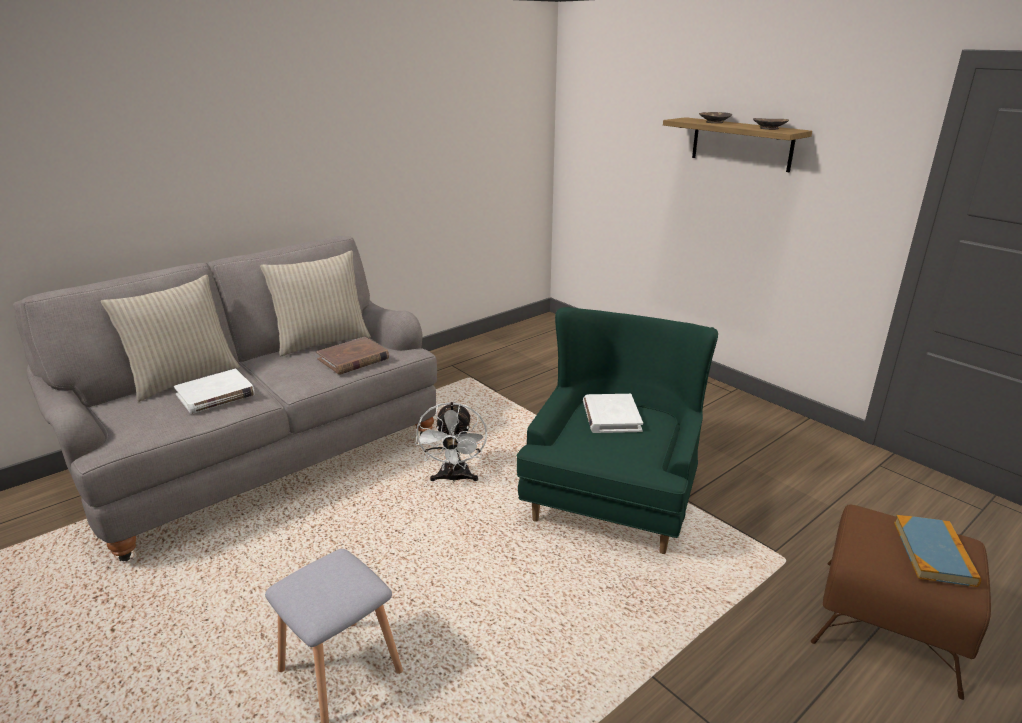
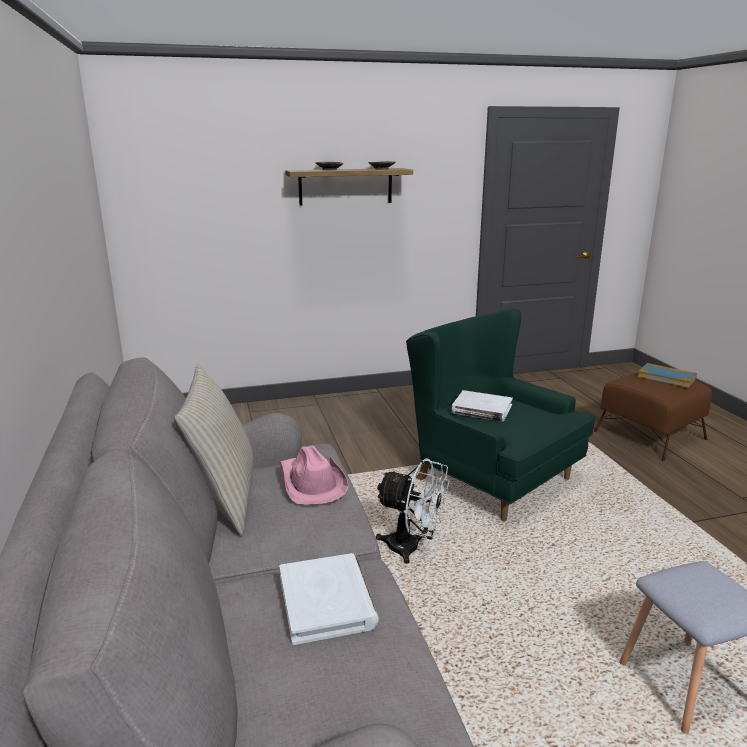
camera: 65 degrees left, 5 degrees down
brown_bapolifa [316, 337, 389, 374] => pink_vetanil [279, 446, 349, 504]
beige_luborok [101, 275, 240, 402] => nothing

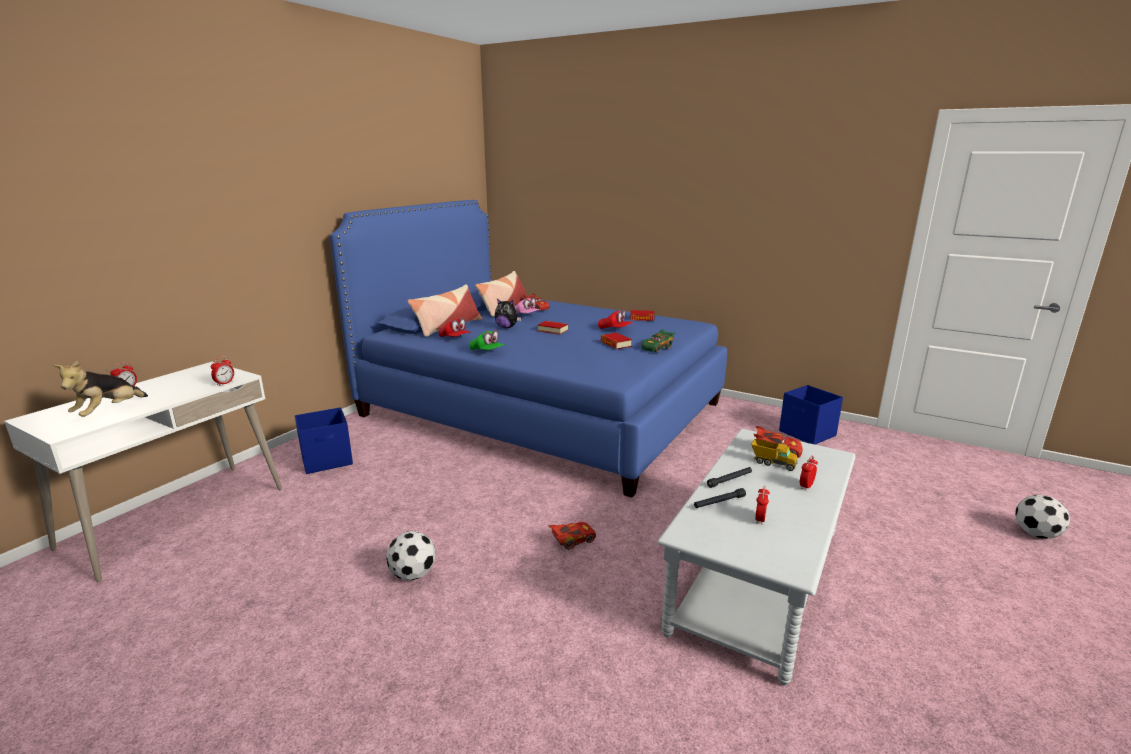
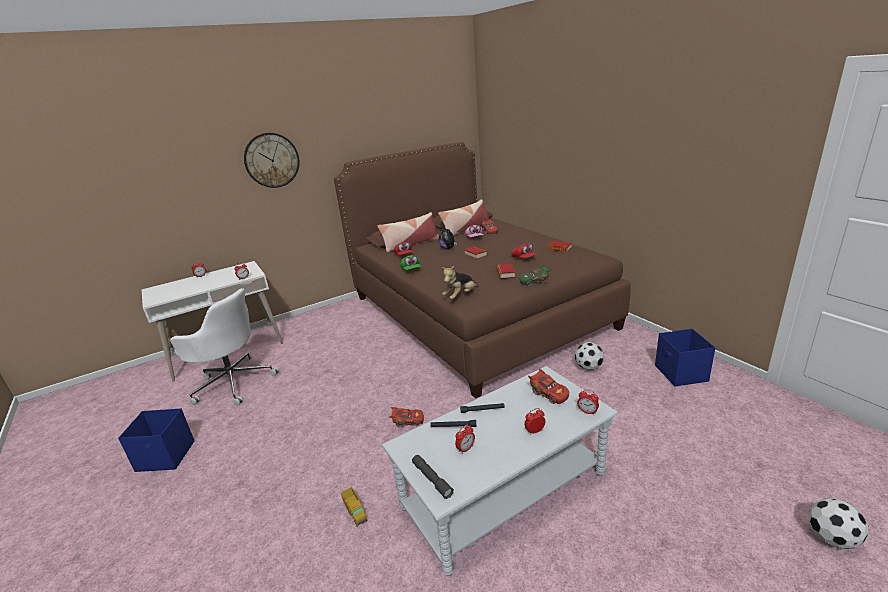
camera: 30 degrees right, 5 degrees up
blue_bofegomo [295, 407, 353, 474] => blue_bofegomo [118, 408, 194, 472], moved
nothing => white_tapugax [170, 288, 279, 406]
nothing => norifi [244, 133, 300, 188]
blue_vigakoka [330, 200, 727, 497] => brown_vigakoka [334, 142, 631, 399]
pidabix [751, 439, 797, 471] => pidabix [341, 487, 368, 527], moved
nothing => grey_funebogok [412, 455, 454, 499]
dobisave [53, 361, 148, 417] => dobisave [441, 266, 479, 299], moved
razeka [386, 531, 435, 581] => razeka [575, 342, 604, 370], moved
nothing => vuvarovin [577, 389, 599, 415]

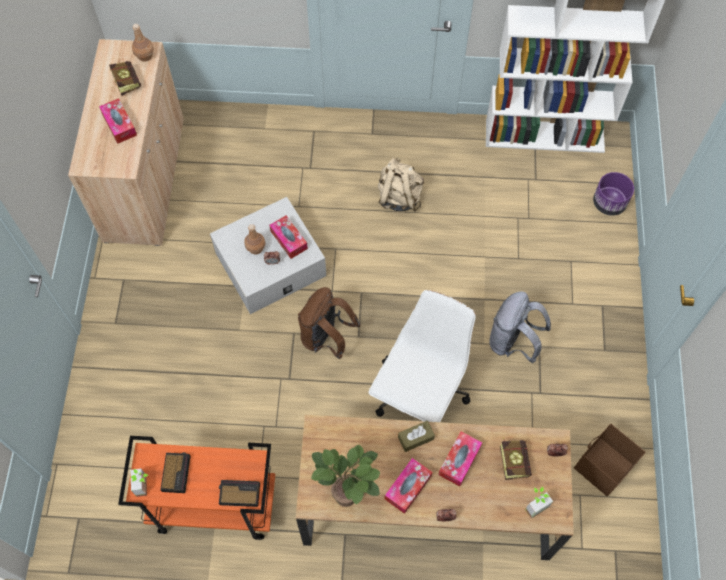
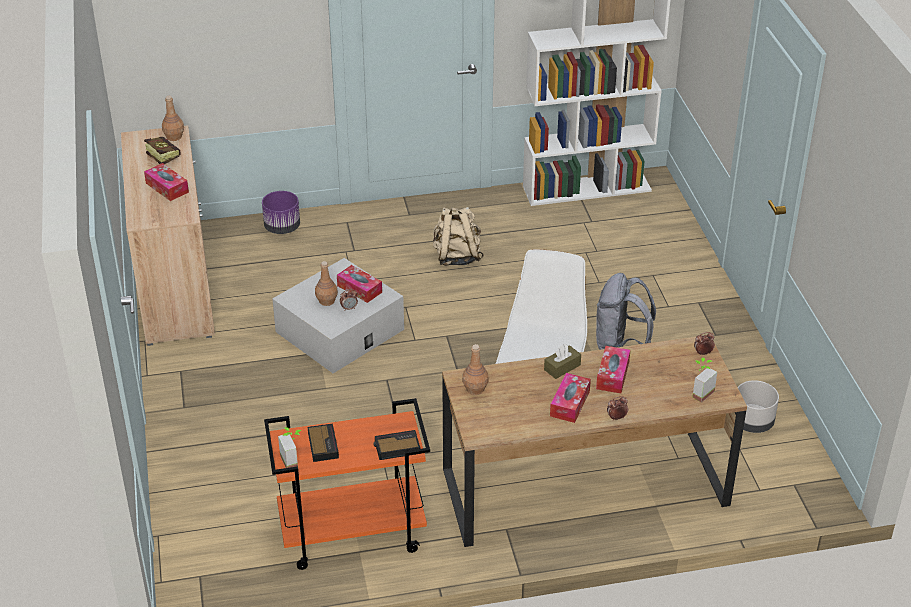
camera: 15 degrees left, 25 degrees down
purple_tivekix [593, 172, 634, 216] => purple_tivekix [262, 191, 300, 234], moved
nothing => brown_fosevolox [462, 344, 489, 395]
brown_bofegomo [574, 423, 646, 496] => grey_tivekix [738, 380, 779, 433]
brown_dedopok [298, 287, 360, 359] => nothing
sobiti [311, 445, 380, 507] => nothing
bapolifa [500, 438, 532, 480] => nothing

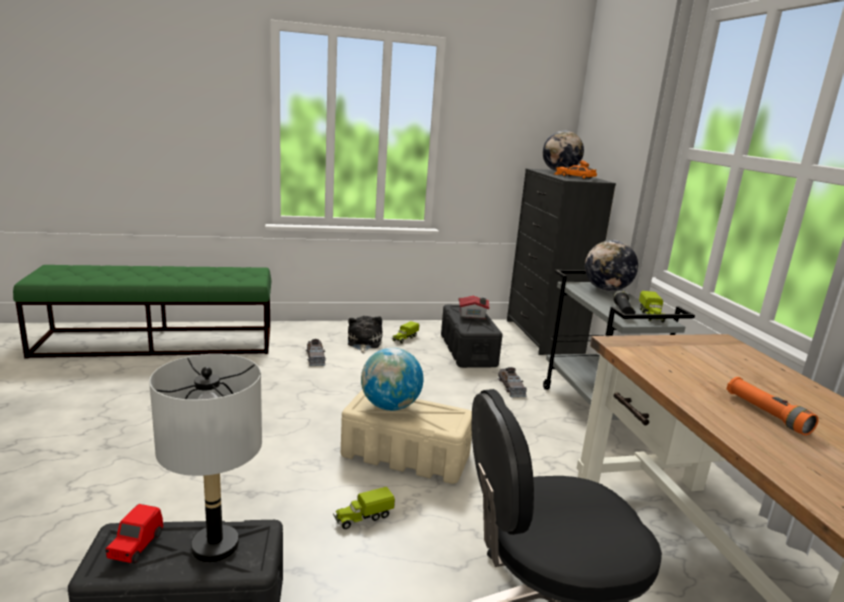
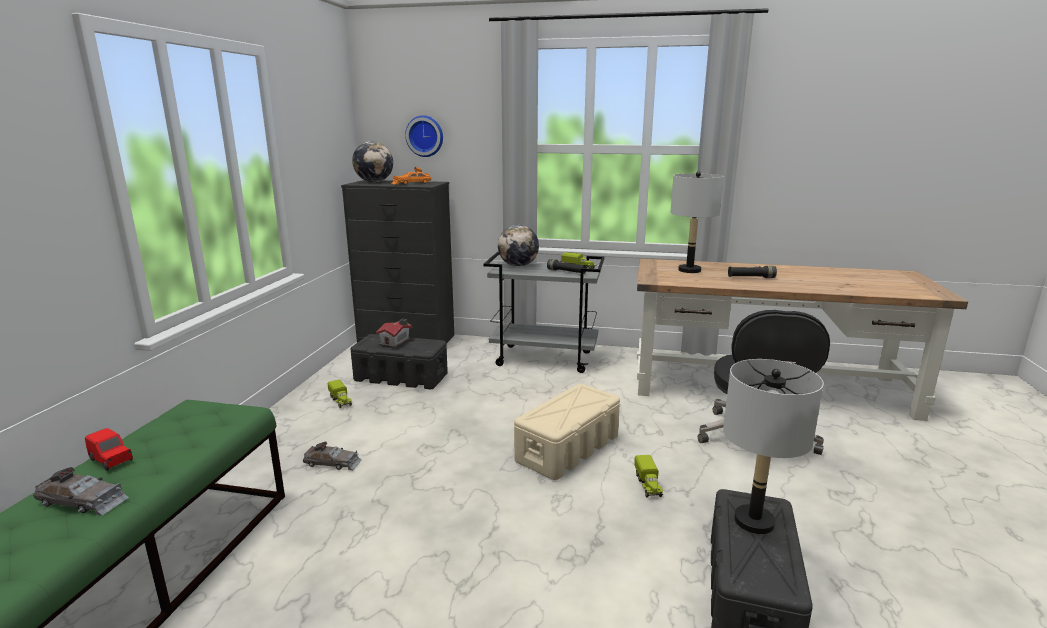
camera: 65 degrees left, 0 degrees up
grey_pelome [498, 367, 527, 397] => grey_pelome [33, 467, 129, 516], moved
red_pelome [105, 504, 163, 564] => red_pelome [85, 428, 133, 471], moved
nothing => norifi [405, 115, 443, 157]
nothing => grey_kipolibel [670, 172, 724, 273]
orange_funebogok [727, 377, 819, 435] => black_funebogok [728, 266, 777, 278]
dobisave [348, 316, 382, 353] => nothing
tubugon [361, 348, 423, 411] => nothing

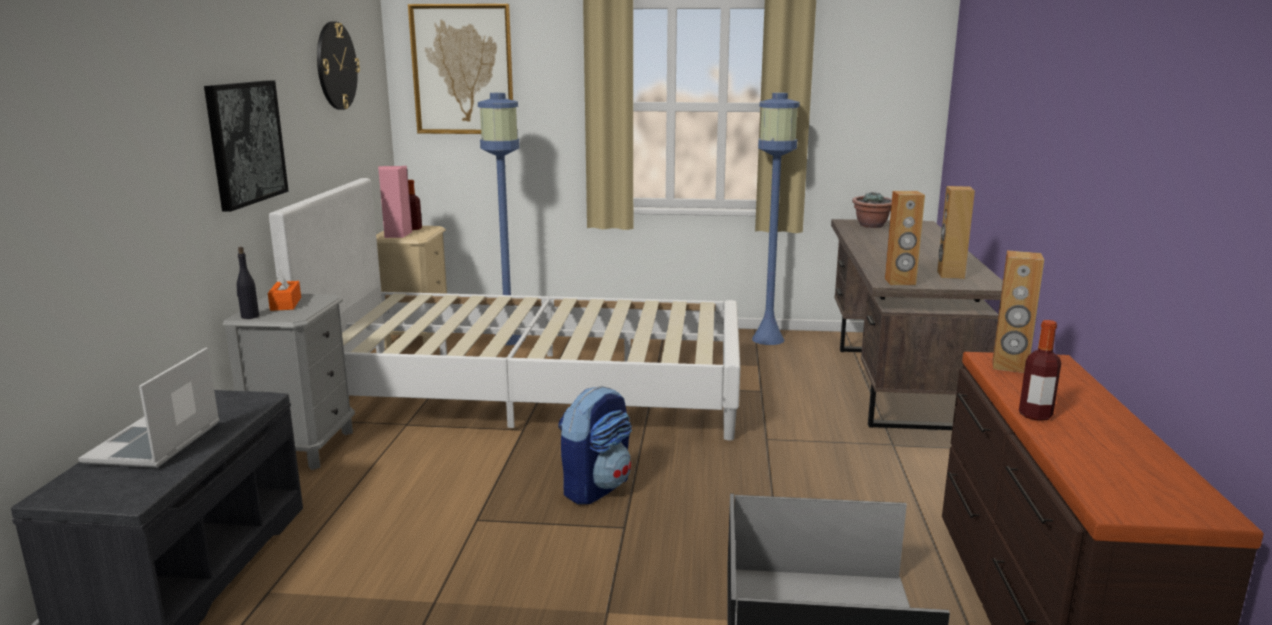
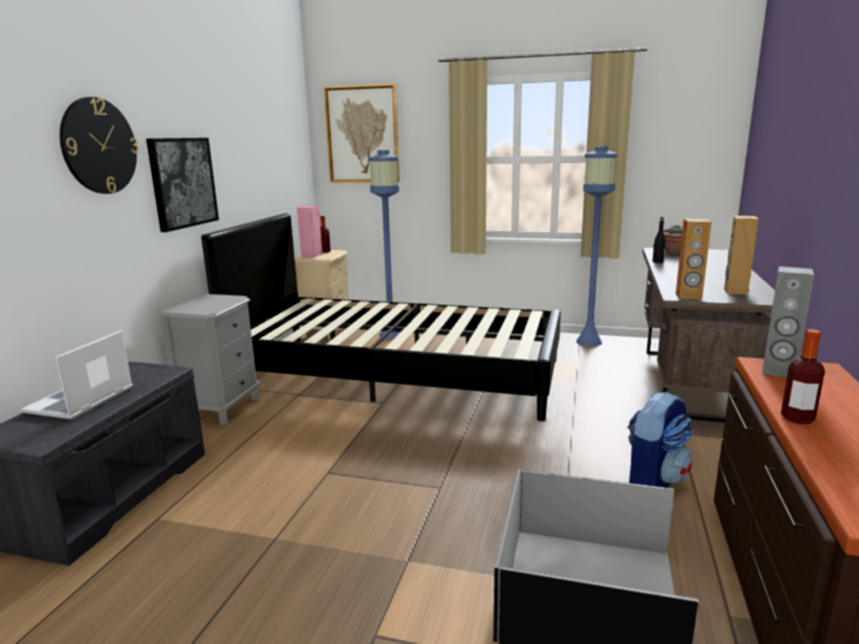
camera: 10 degrees right, 0 degrees up
norifi [317, 21, 360, 110] => norifi [60, 97, 139, 194], moved
white_vigakoka [269, 178, 740, 440] => black_vigakoka [201, 213, 561, 421]
dedopok [558, 385, 632, 505] => dedopok [628, 392, 693, 488], moved
black_fosevolox [237, 247, 259, 319] => black_fosevolox [652, 217, 665, 263], moved
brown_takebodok [993, 250, 1044, 373] => grey_takebodok [762, 266, 814, 377]
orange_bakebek [268, 270, 301, 311] => nothing

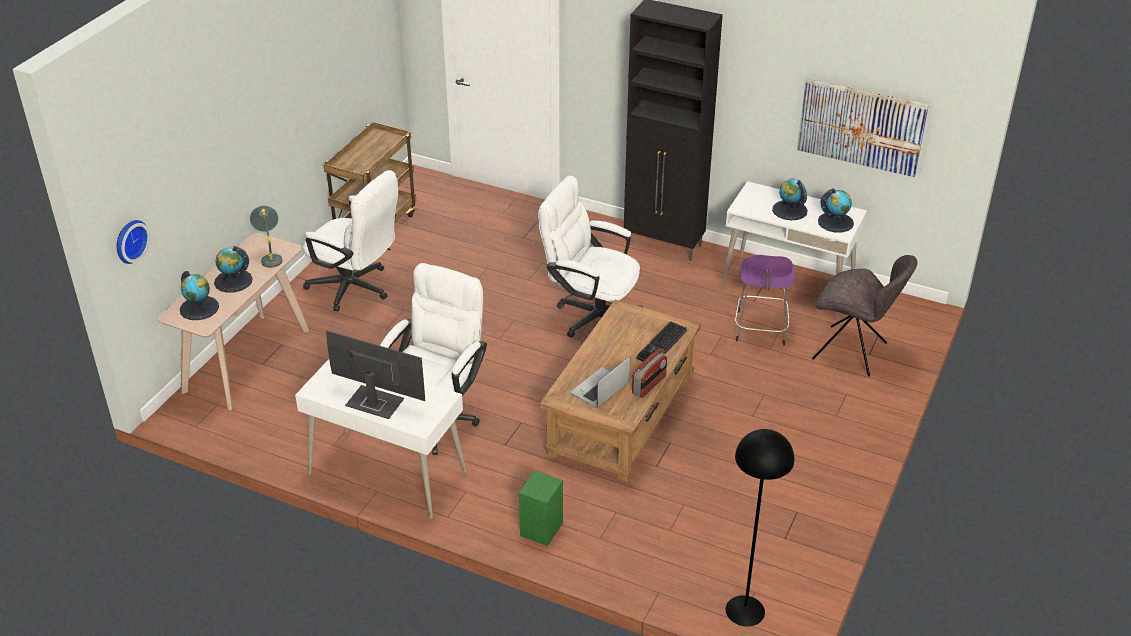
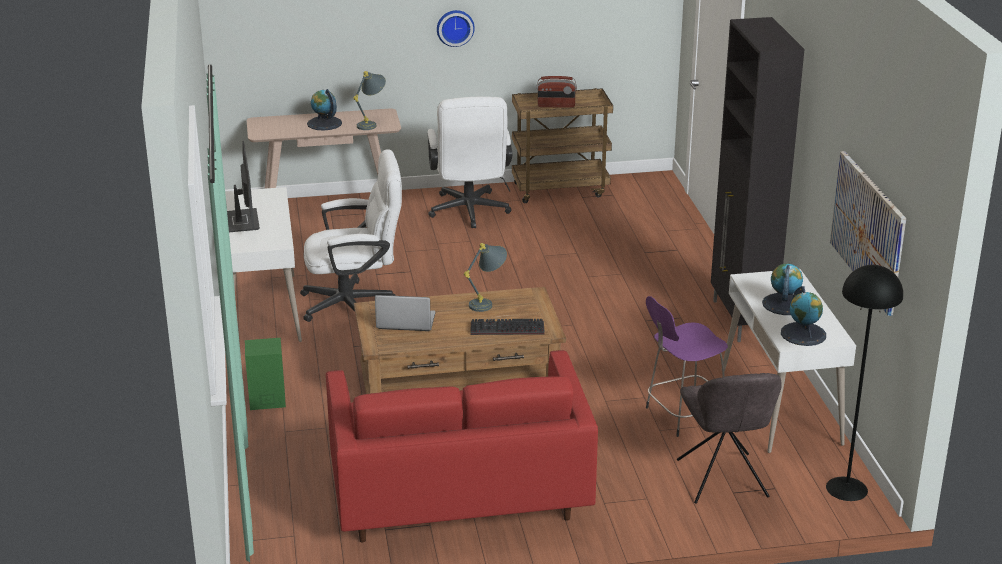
camera: 55 degrees right, 10 degrees down
nothing => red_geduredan [326, 350, 598, 542]
norifi [117, 220, 150, 264] => norifi [437, 10, 475, 47], moved
nothing => grey_kipolibel [464, 243, 507, 312]
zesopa [632, 348, 667, 398] => zesopa [536, 76, 577, 108], moved
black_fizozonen [726, 429, 794, 627] => black_fizozonen [826, 265, 903, 501], moved
tubugon [180, 271, 219, 320] => nothing
white_tapugax [538, 176, 643, 338] => nothing

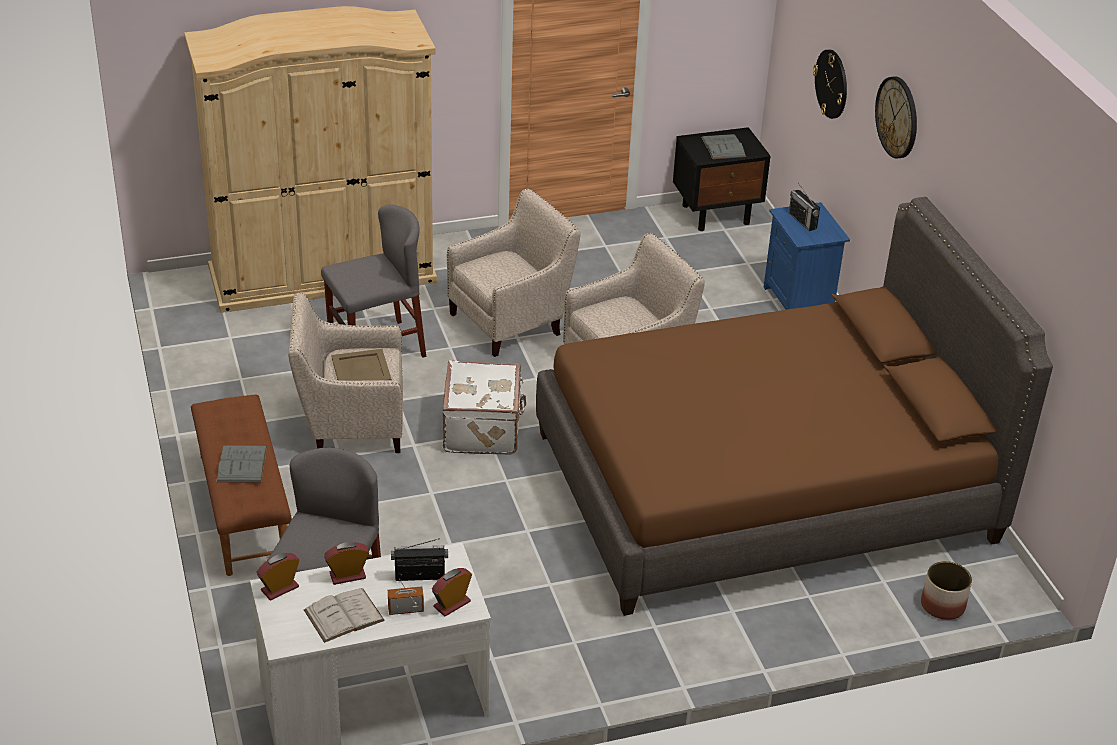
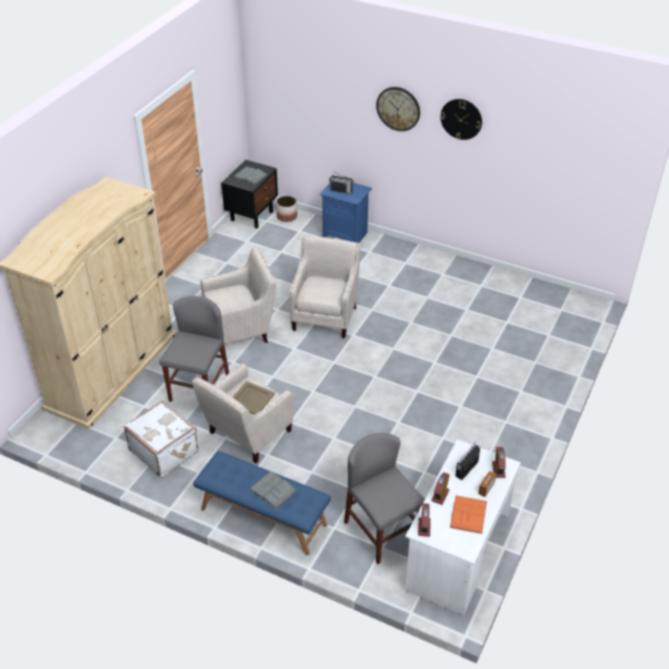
camera: 45 degrees left, 5 degrees up
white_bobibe [443, 360, 526, 454] => white_bobibe [124, 401, 198, 477], moved
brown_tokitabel [191, 394, 292, 576] => blue_tokitabel [193, 451, 331, 555]
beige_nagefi [447, 188, 581, 357] => beige_nagefi [200, 247, 276, 351], 60 degrees clockwise
tivekix [921, 561, 972, 620] => tivekix [276, 196, 297, 222], moved
norifi [813, 49, 847, 119] => norifi [440, 99, 482, 140], moved
white_bapolifa [304, 588, 385, 643] => orange_bapolifa [450, 495, 487, 534]
brown_vigakoka [536, 197, 1053, 616] => nothing

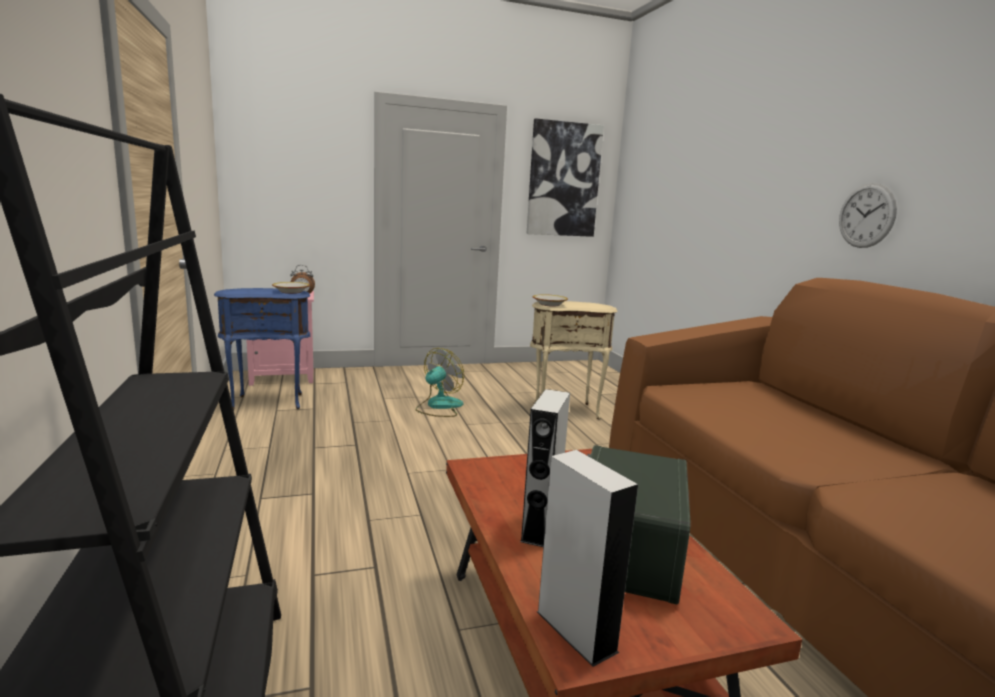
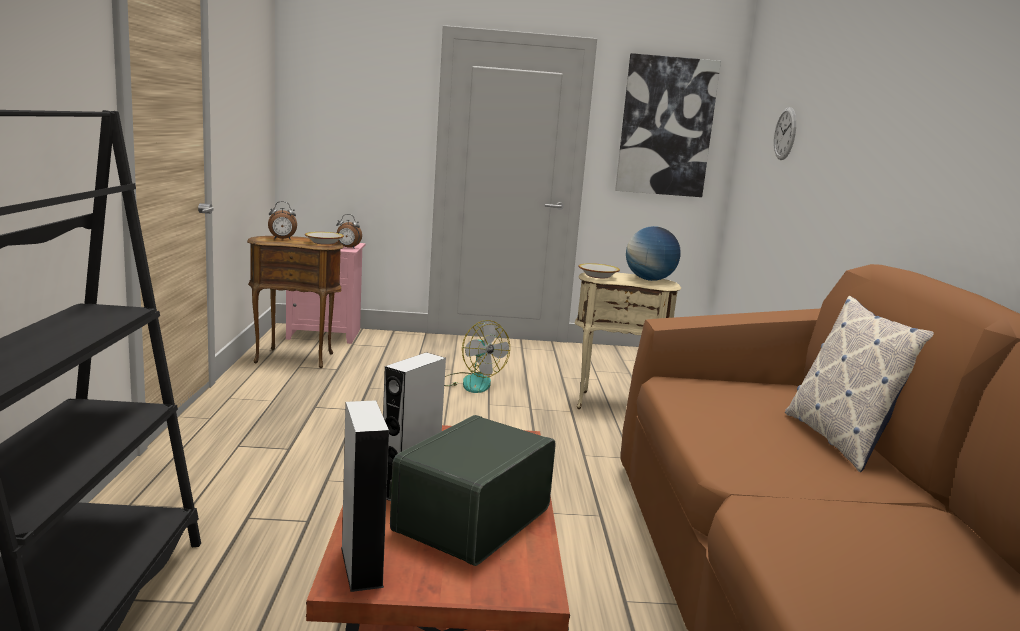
camera: 15 degrees right, 0 degrees up
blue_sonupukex [214, 288, 311, 410] => brown_sonupukex [247, 236, 344, 368]
nothing => vuvarovin [268, 201, 297, 240]
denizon [416, 348, 464, 417] => denizon [444, 320, 510, 393], 90 degrees clockwise
nothing => tubugon [626, 226, 681, 281]
norifi [839, 183, 897, 248] => norifi [774, 107, 796, 160], moved
nothing => luborok [785, 296, 934, 472]

